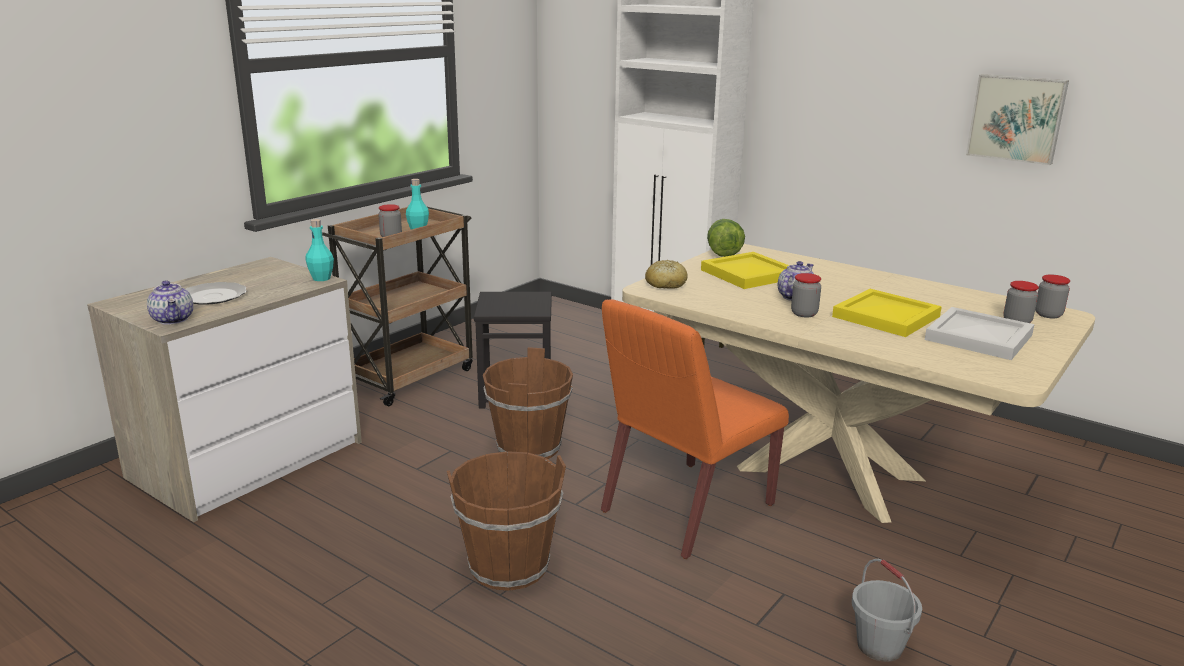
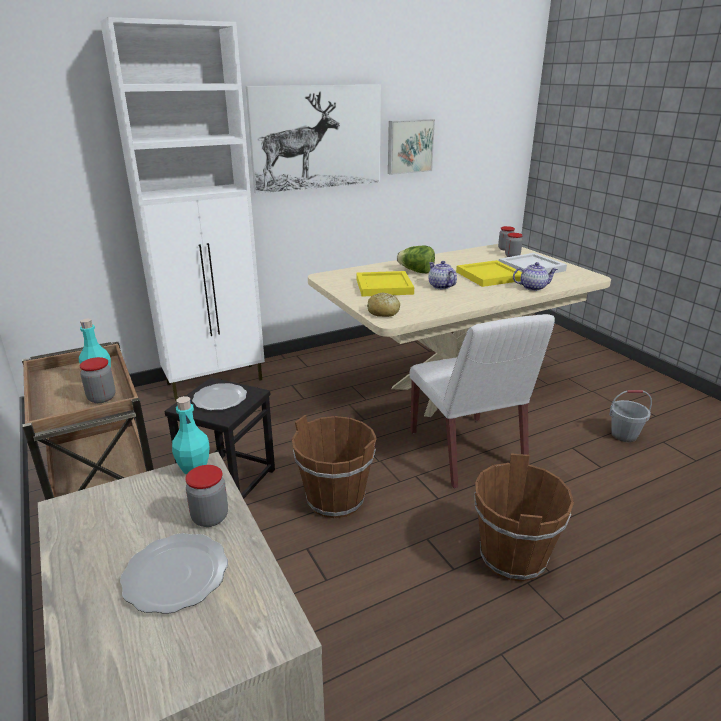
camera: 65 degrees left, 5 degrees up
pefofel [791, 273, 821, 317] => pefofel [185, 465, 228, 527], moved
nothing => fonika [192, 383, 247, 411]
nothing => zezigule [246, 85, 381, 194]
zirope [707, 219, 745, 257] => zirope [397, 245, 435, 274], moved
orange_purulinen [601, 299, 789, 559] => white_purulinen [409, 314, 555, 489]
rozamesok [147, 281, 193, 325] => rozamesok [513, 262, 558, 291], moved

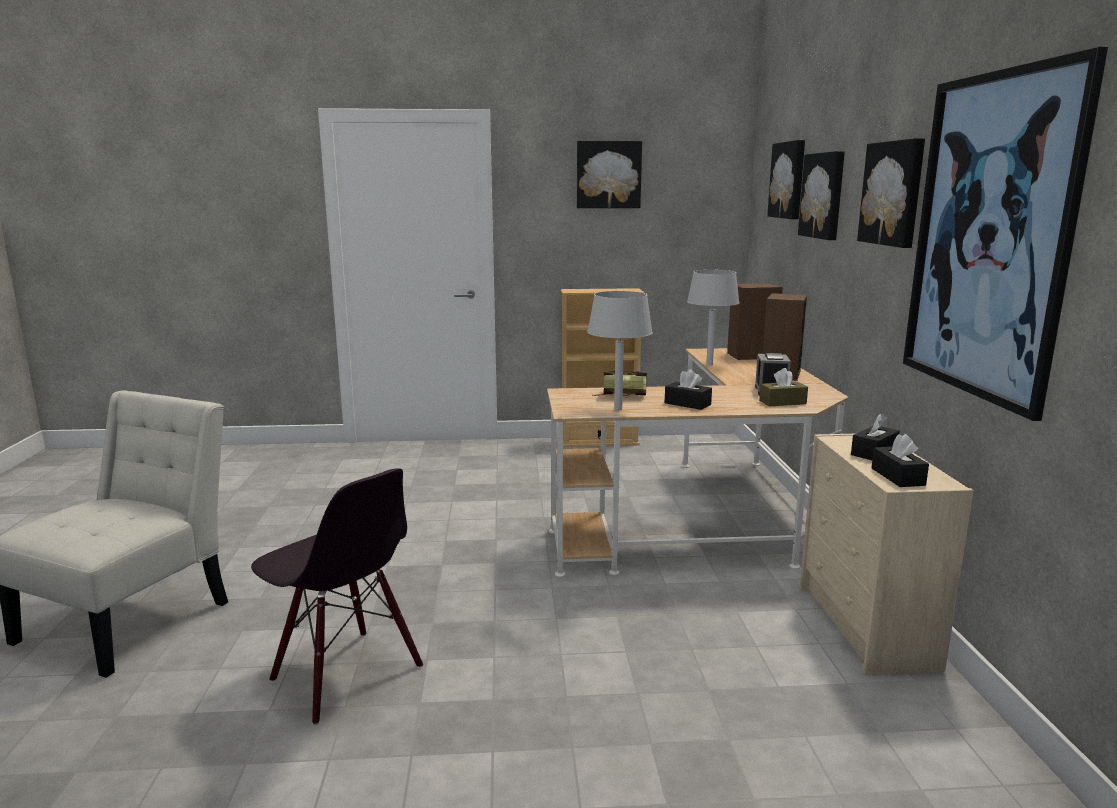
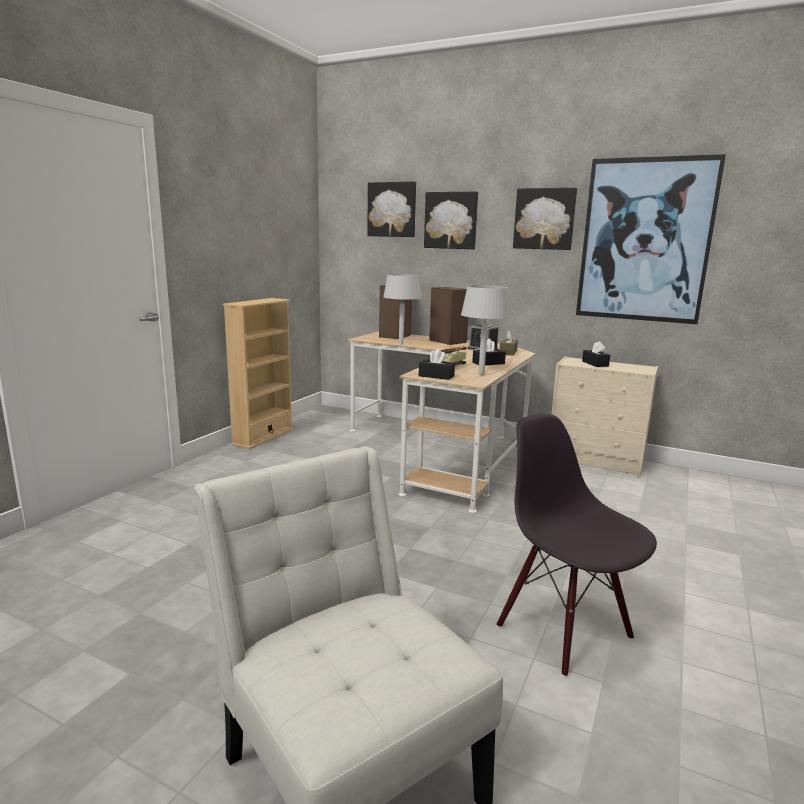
camera: 60 degrees left, 0 degrees up
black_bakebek [872, 434, 929, 487] => black_bakebek [419, 349, 455, 380], moved
black_purulinen [251, 468, 423, 725] => black_purulinen [496, 414, 657, 677], 105 degrees counterclockwise
zezigule [577, 141, 642, 208] => nothing

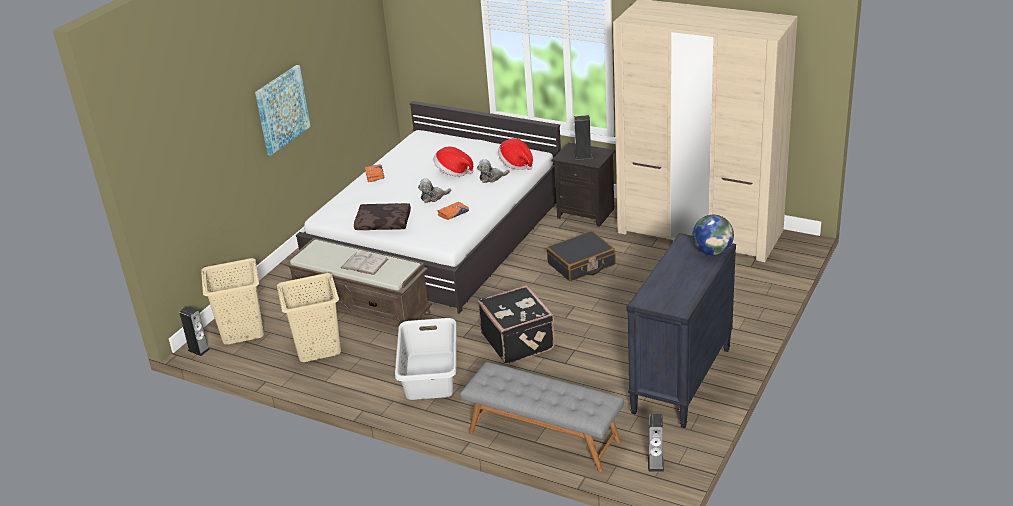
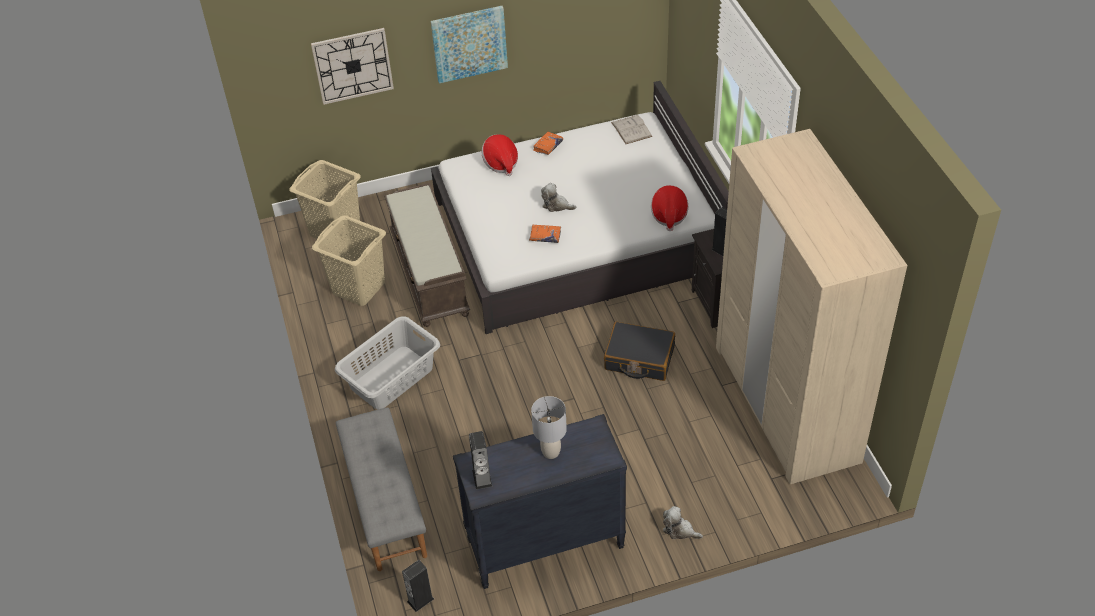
camera: 45 degrees right, 15 degrees up
nothing => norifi [311, 28, 394, 105]
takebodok [179, 307, 210, 356] => takebodok [469, 431, 493, 490], moved
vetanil [434, 146, 473, 177] => vetanil [482, 134, 518, 176], moved
nothing => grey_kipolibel [531, 396, 567, 459]
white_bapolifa [341, 251, 388, 275] => white_bapolifa [611, 115, 652, 144], moved
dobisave [477, 159, 510, 183] => dobisave [663, 506, 703, 539], moved
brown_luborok [354, 203, 411, 230] => nothing
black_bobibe [478, 285, 555, 364] => nothing
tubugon [692, 215, 734, 255] => nothing

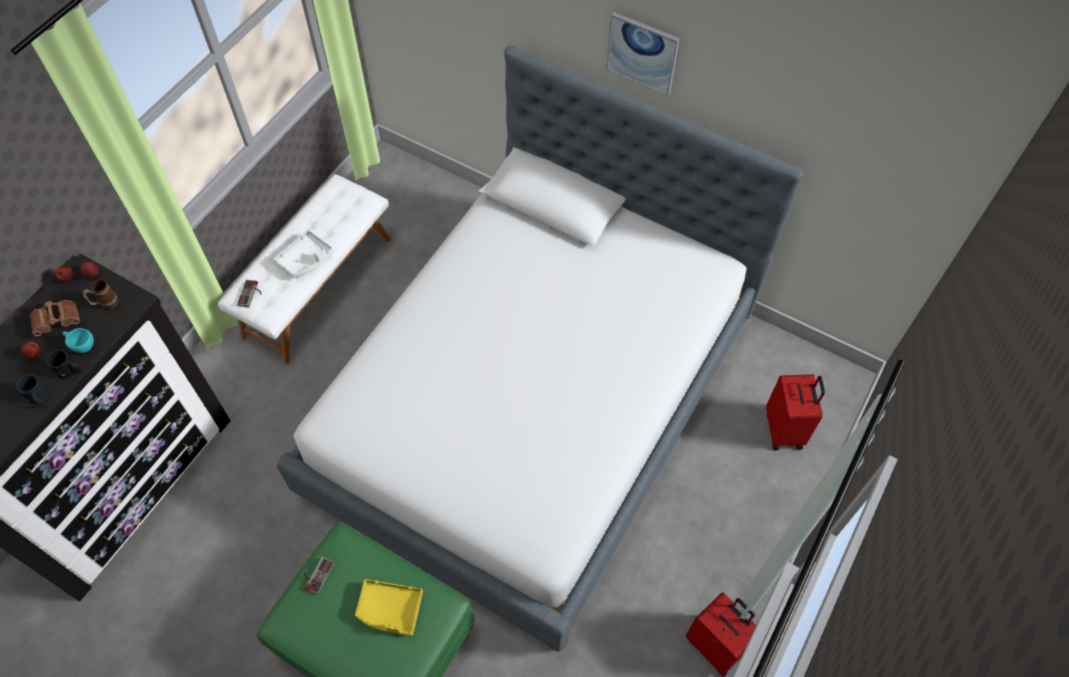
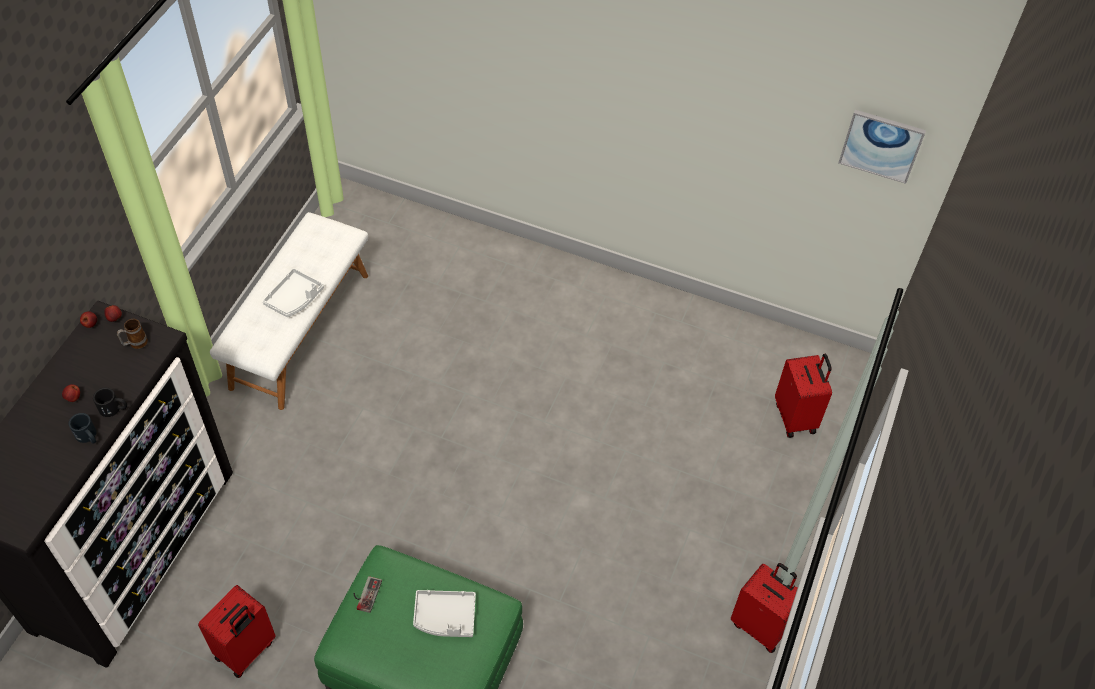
camera: 10 degrees left, 5 degrees down
nothing => red_bobibe [198, 585, 276, 678]
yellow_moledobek [355, 579, 423, 636] => grey_moledobek [413, 590, 476, 637]
zezigule [606, 12, 680, 96] => zezigule [839, 110, 926, 184], moved
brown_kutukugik [30, 296, 80, 336] => nothing
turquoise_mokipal [62, 328, 94, 353] => nothing
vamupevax [237, 280, 261, 307] => nothing
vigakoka [277, 46, 803, 652] => nothing

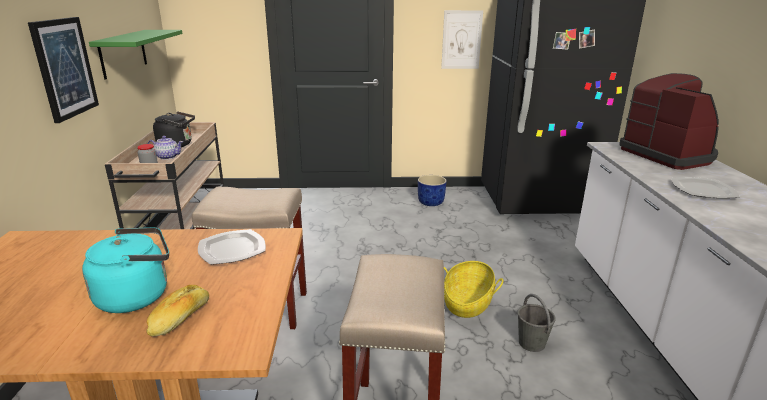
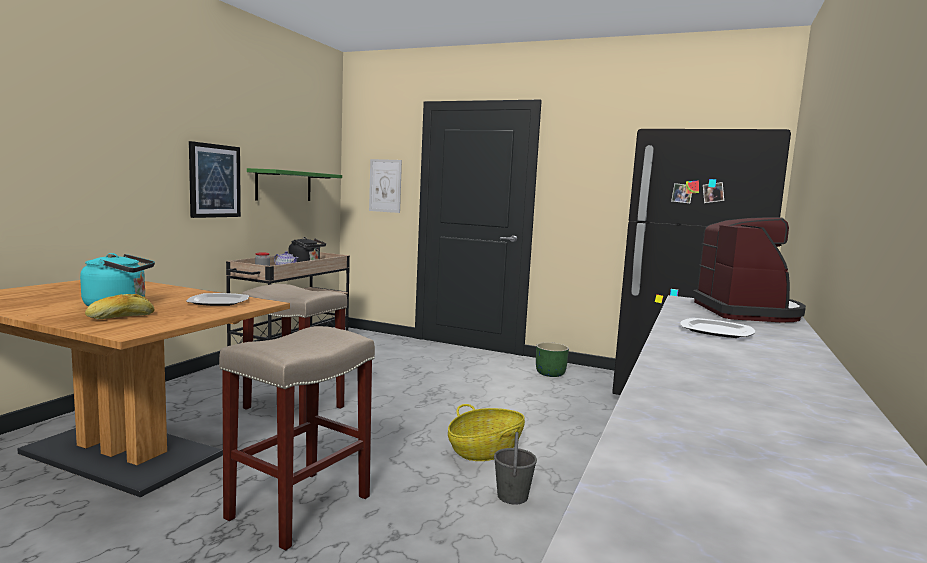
camera: 25 degrees right, 15 degrees down
zezigule [441, 10, 483, 69] => zezigule [369, 159, 402, 213], moved
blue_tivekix [418, 175, 446, 206] => green_tivekix [536, 342, 569, 377]

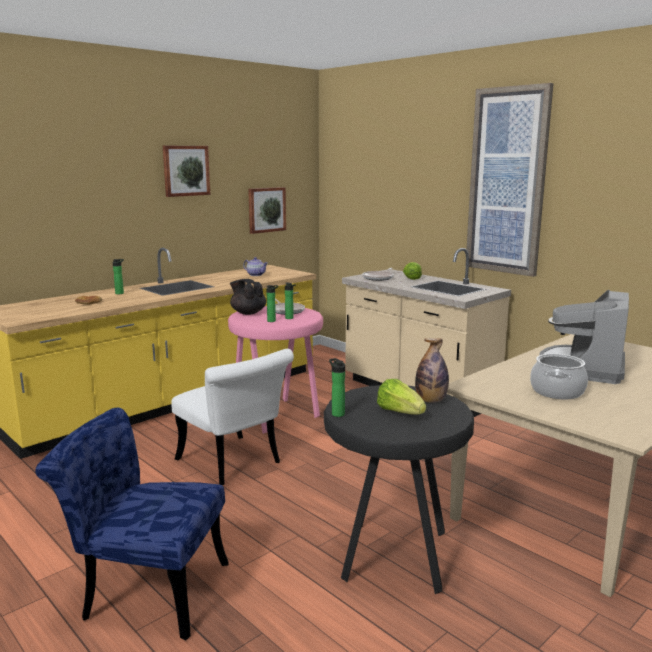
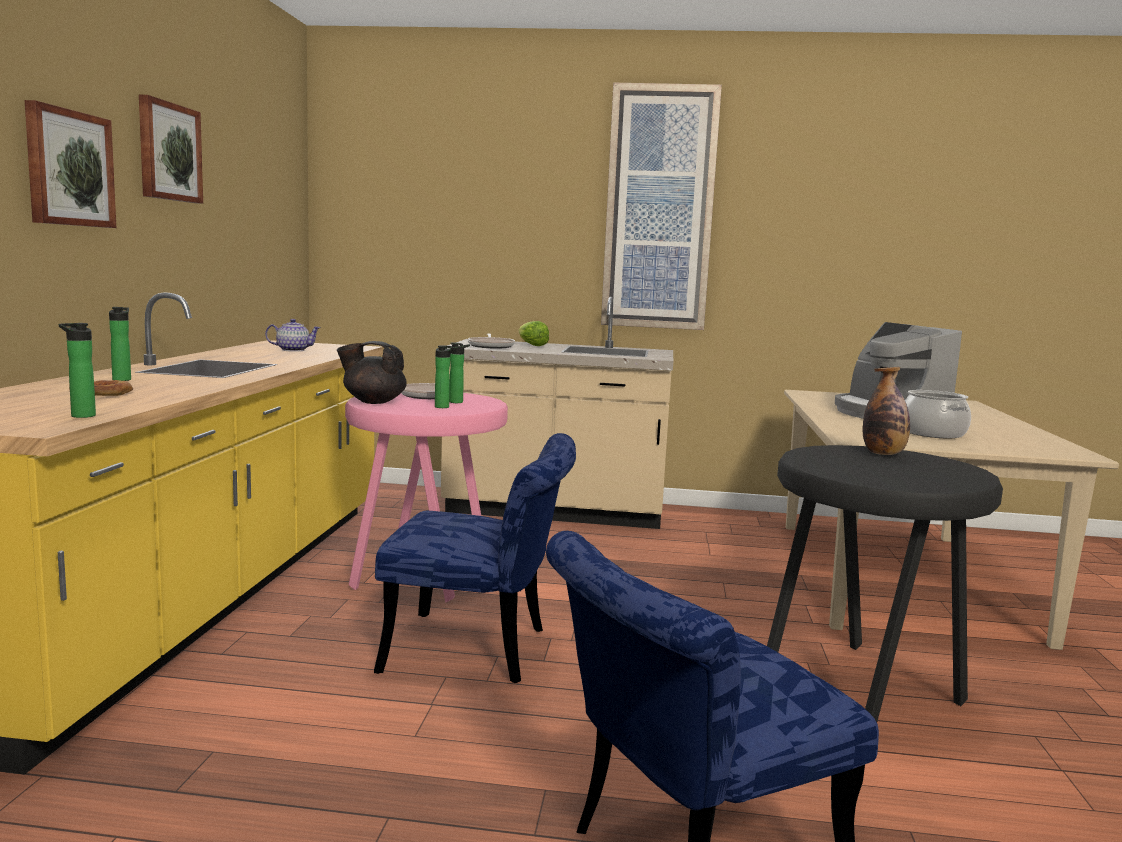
camera: 40 degrees left, 5 degrees down
zezigule [248, 187, 286, 234] => zezigule [25, 100, 116, 228], moved
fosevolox [329, 358, 345, 417] => fosevolox [59, 323, 96, 418], moved
white_purulinen [171, 349, 294, 485] => blue_purulinen [374, 433, 576, 683]
zirope [377, 379, 426, 415] => nothing

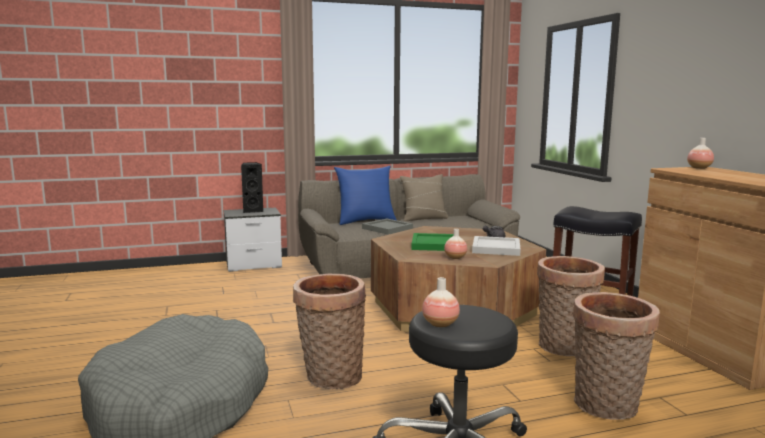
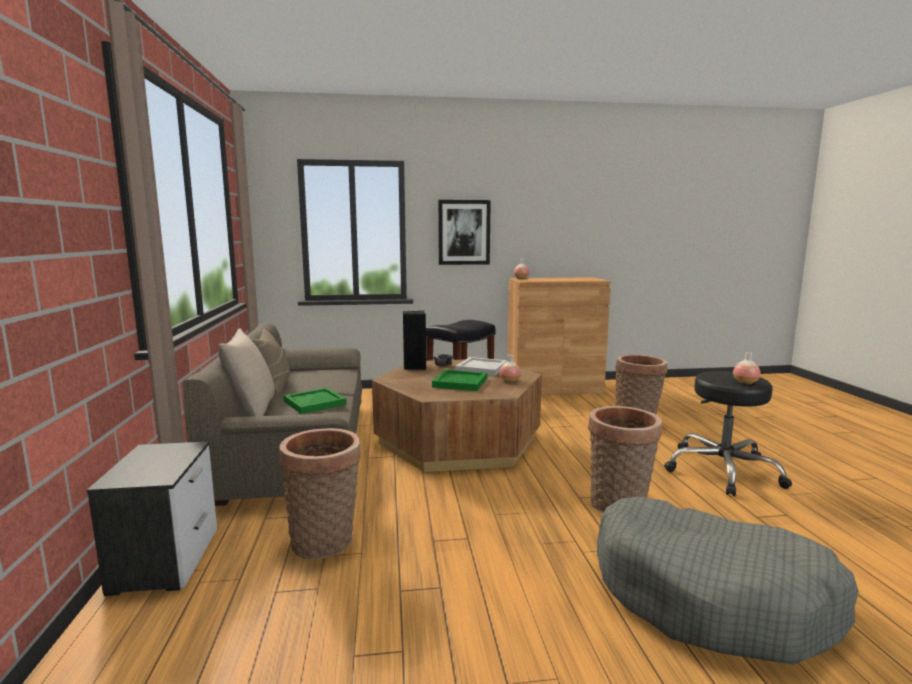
camera: 80 degrees left, 0 degrees up
blue_luborok [334, 166, 397, 225] => beige_luborok [218, 328, 275, 416]
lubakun [537, 256, 605, 356] => lubakun [279, 428, 361, 559], moved
grey_moledobek [362, 219, 413, 235] => green_moledobek [283, 388, 347, 414]
black_takebodok [241, 162, 263, 213] => black_takebodok [403, 311, 426, 370], moved
nothing => zezigule [438, 200, 491, 265]

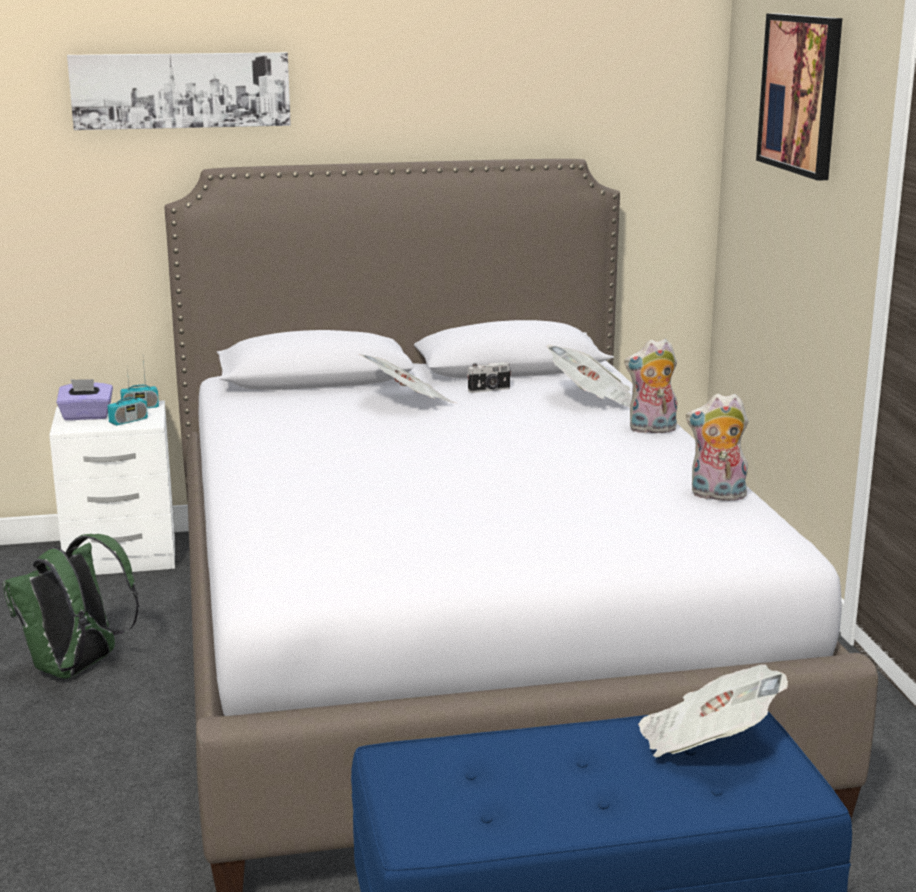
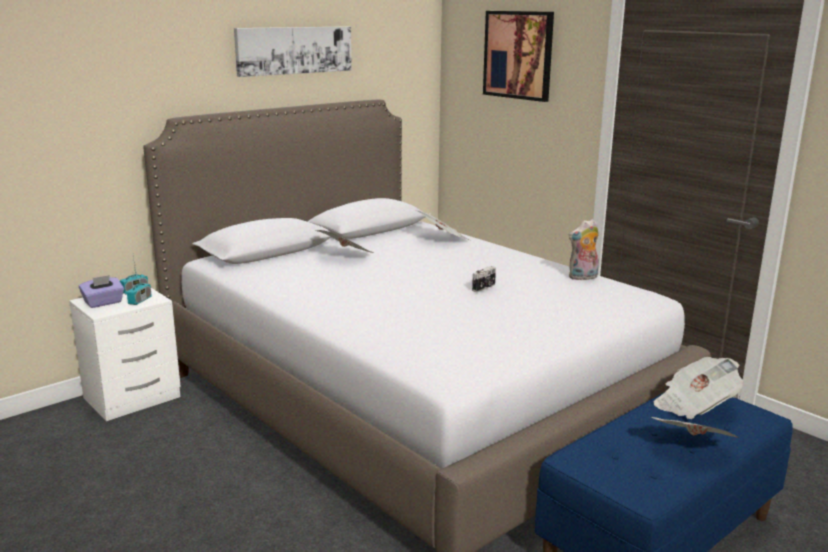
camera: 30 degrees left, 0 degrees up
zezigule [67, 52, 291, 130] => zezigule [234, 27, 352, 77], moved
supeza [467, 362, 511, 393] => supeza [472, 266, 496, 292], moved
nothing => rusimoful [652, 417, 739, 438]
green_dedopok [2, 534, 139, 679] => nothing
dobisave [624, 339, 677, 435] => nothing

